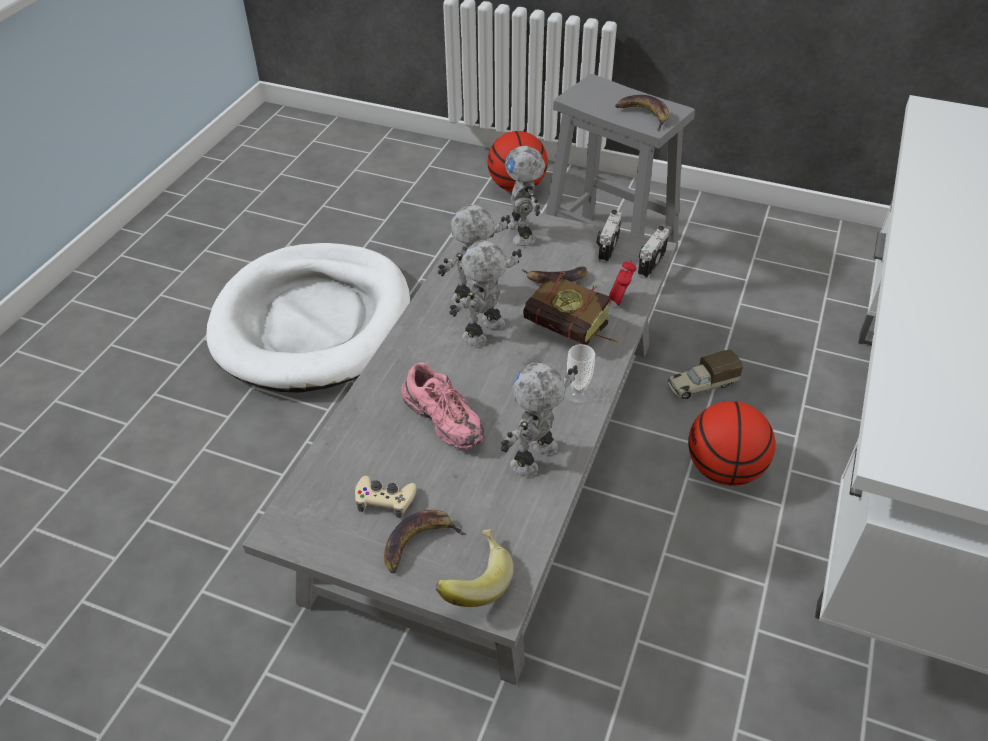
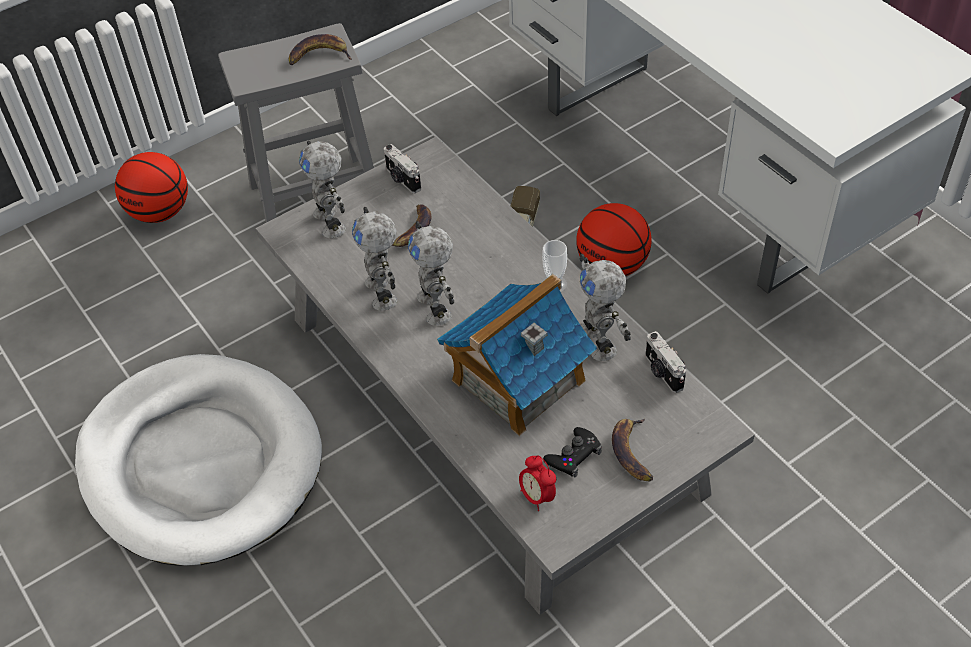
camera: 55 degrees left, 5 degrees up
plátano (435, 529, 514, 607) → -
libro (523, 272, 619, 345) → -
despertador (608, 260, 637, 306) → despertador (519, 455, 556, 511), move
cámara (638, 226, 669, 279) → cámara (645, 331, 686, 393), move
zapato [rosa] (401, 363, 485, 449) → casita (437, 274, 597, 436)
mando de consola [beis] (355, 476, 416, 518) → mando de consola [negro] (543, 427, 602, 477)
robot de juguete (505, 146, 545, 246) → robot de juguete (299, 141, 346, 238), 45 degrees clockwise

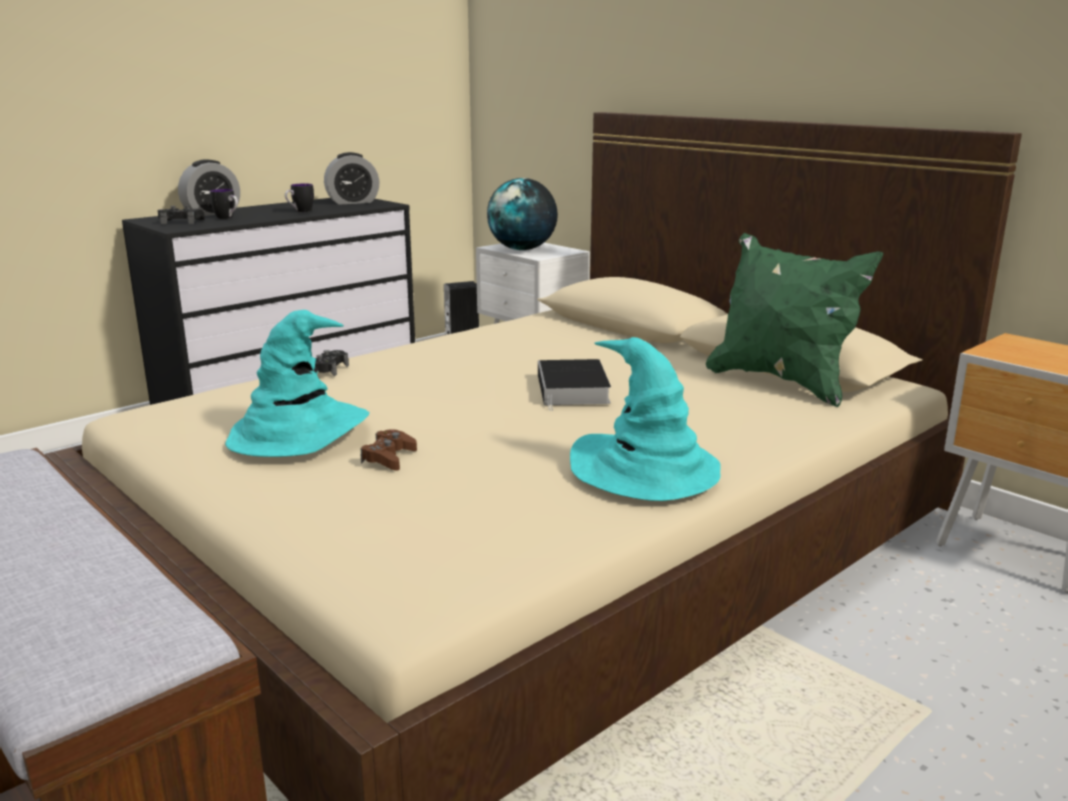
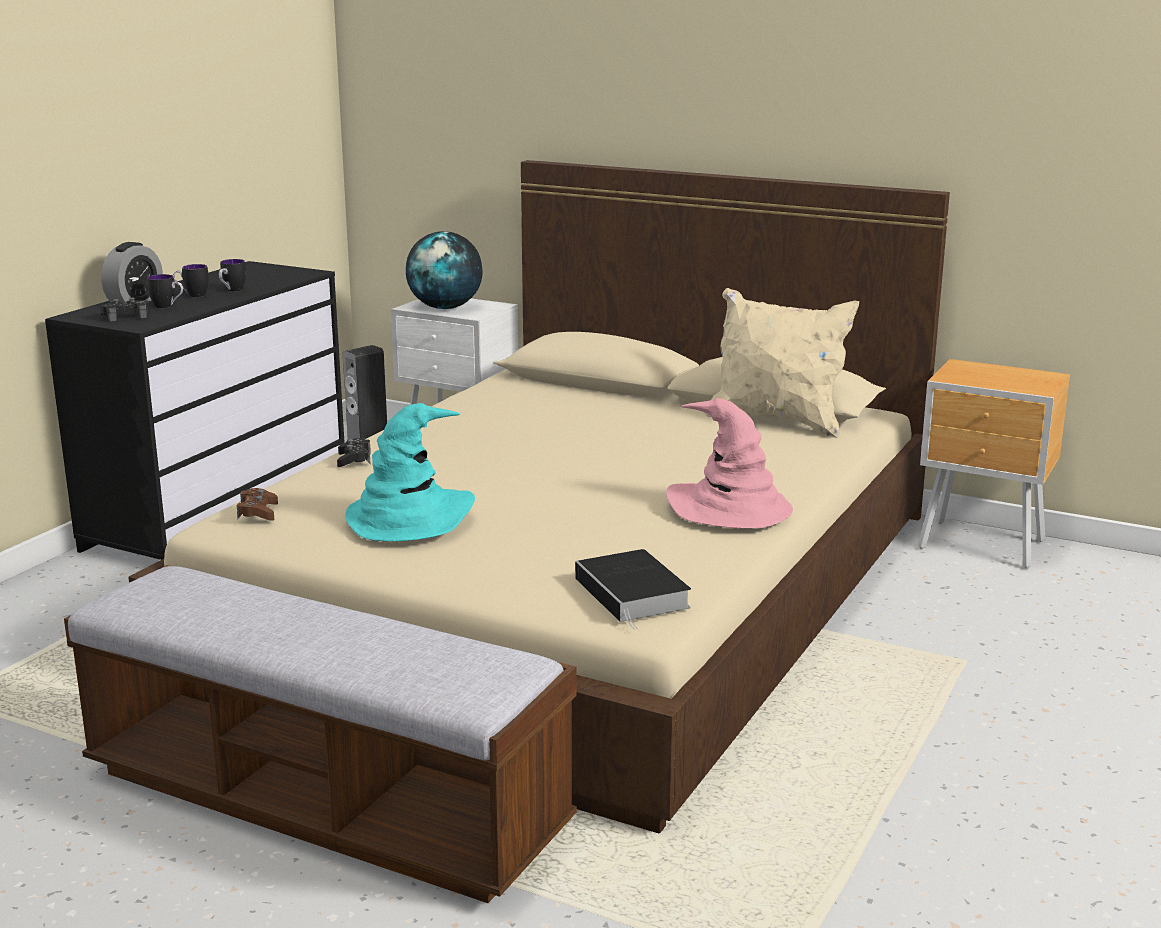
camera: 20 degrees left, 0 degrees up
despertador (324, 152, 379, 205) → -
- → taza grande (173, 264, 209, 297)
mando de consola [marrón] (361, 429, 417, 470) → mando de consola [marrón] (237, 488, 278, 521), move
libro (538, 359, 611, 411) → libro (575, 549, 691, 630), move
sombrero [turquesa] (570, 337, 721, 501) → sombrero [rosa] (666, 398, 793, 529)
cojín [verde] (706, 233, 883, 407) → cojín [beis] (705, 288, 859, 438)

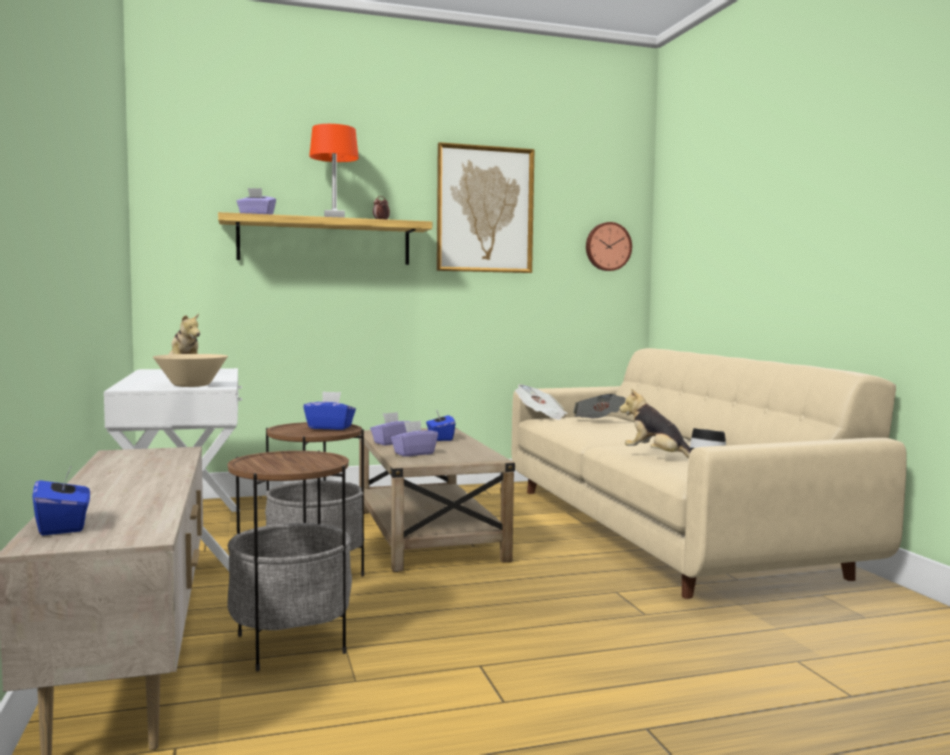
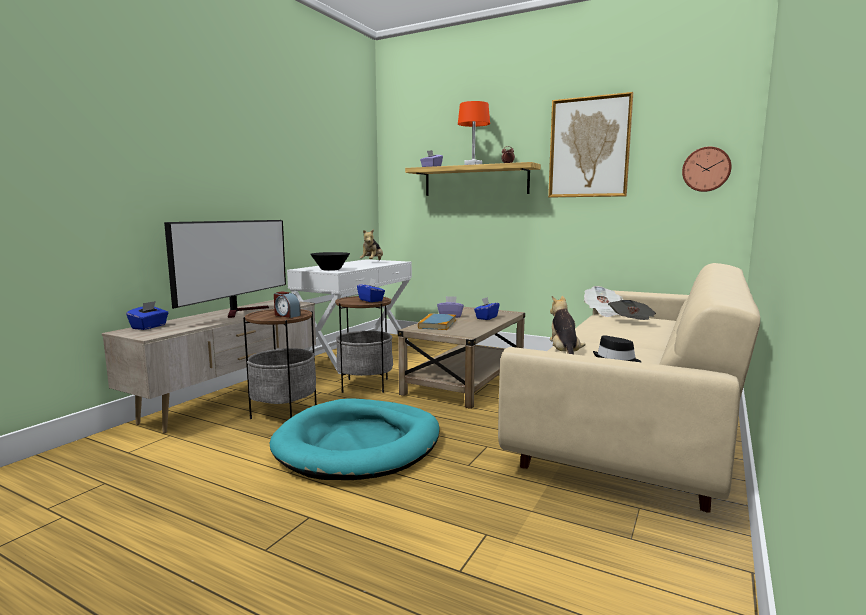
camera: 45 degrees right, 5 degrees up
- → televisor (164, 220, 286, 318)
- → cama para perro [turquesa] (270, 398, 440, 480)
- → despertador (274, 292, 301, 318)
caja de pañuelos [morado] (391, 420, 438, 457) → libro (418, 313, 456, 330)
cuenco [beis] (153, 354, 228, 387) → cuenco [negro] (310, 252, 350, 271)

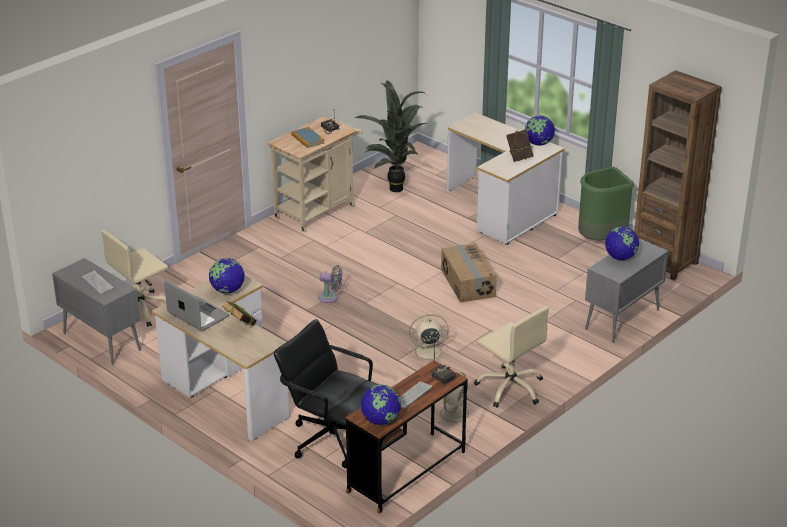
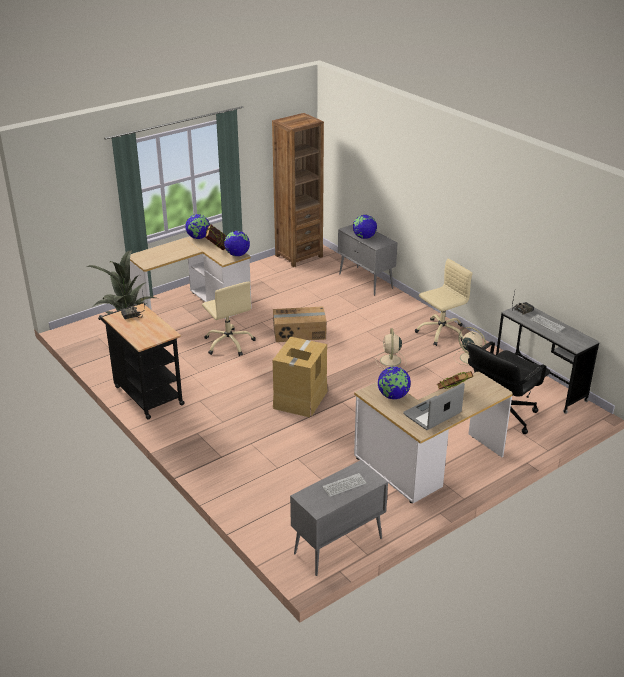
camera: 80 degrees left, 0 degrees up
libro (291, 127, 324, 148) → -
papelera [verde] (578, 167, 634, 241) → -
silla de oficina [beis] (101, 230, 168, 327) → silla de oficina [beis] (202, 281, 256, 356), move
globo terráqueo (360, 385, 401, 425) → globo terráqueo (224, 231, 250, 256), move
ventilador [gris] (318, 265, 343, 303) → caja de cartón (273, 337, 327, 417)
carrito [beis] (267, 116, 362, 232) → carrito [negro] (98, 304, 185, 419)
escritorio [marrón] (346, 360, 468, 514) → escritorio [gris] (496, 302, 599, 414)

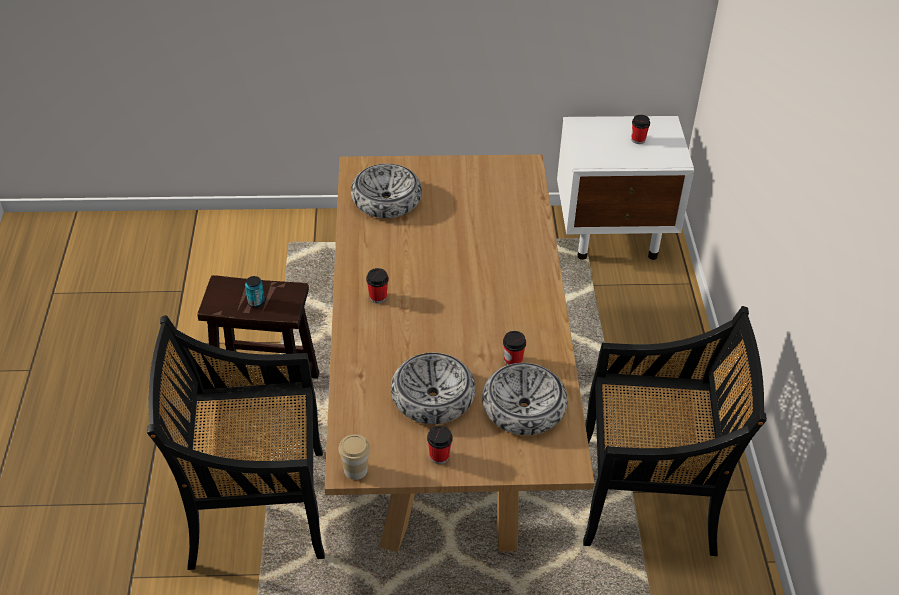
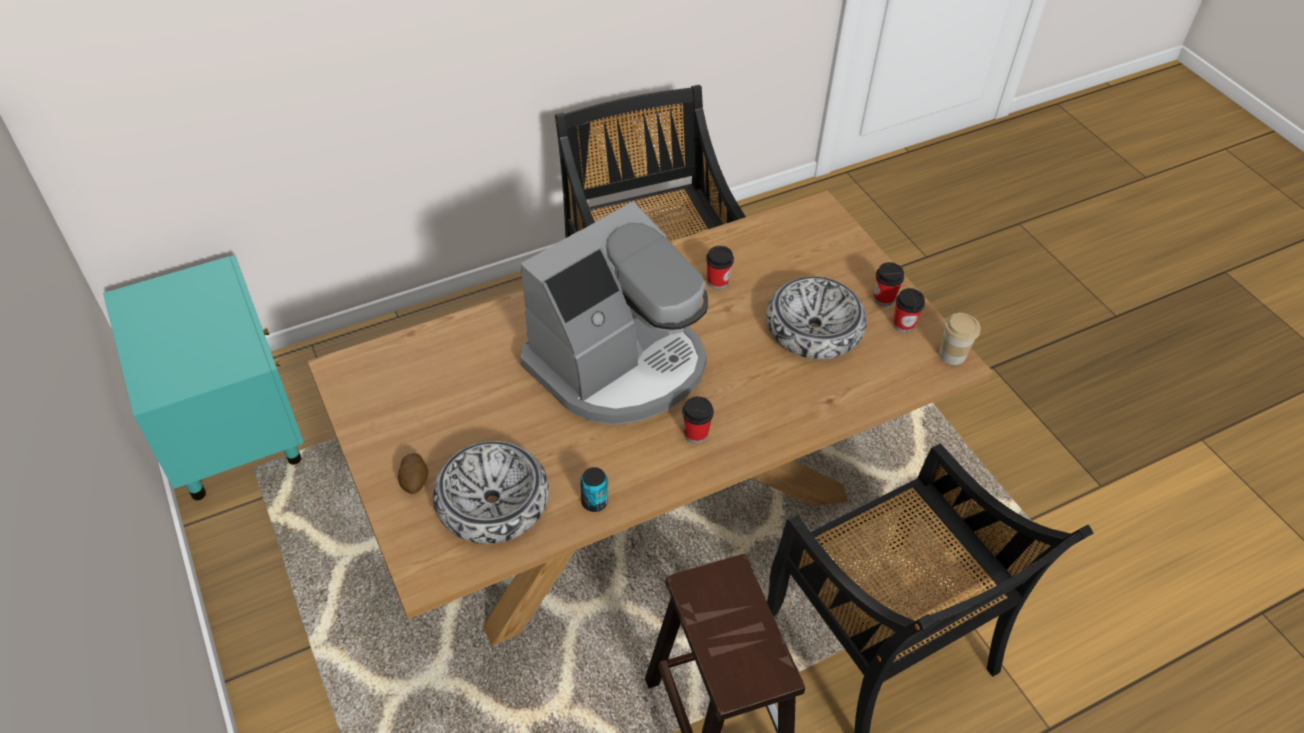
camera: 115 degrees left, 5 degrees up
cuenco (482, 363, 568, 435) → -
- → patata (398, 453, 428, 494)
- → cafetera (520, 201, 708, 425)
lata (245, 276, 265, 308) → lata (580, 467, 608, 512), move
taza (631, 115, 650, 144) → taza (893, 288, 925, 333), move
mesita de noche [blanco] (557, 116, 694, 260) → mesita de noche [turquesa] (103, 255, 304, 500)

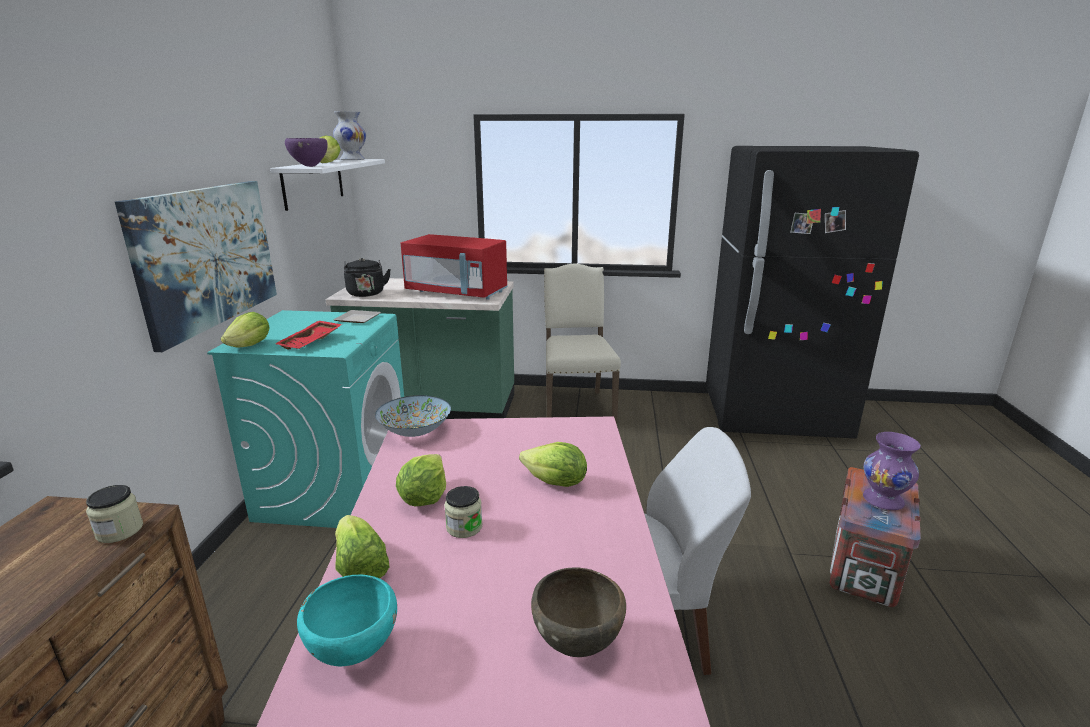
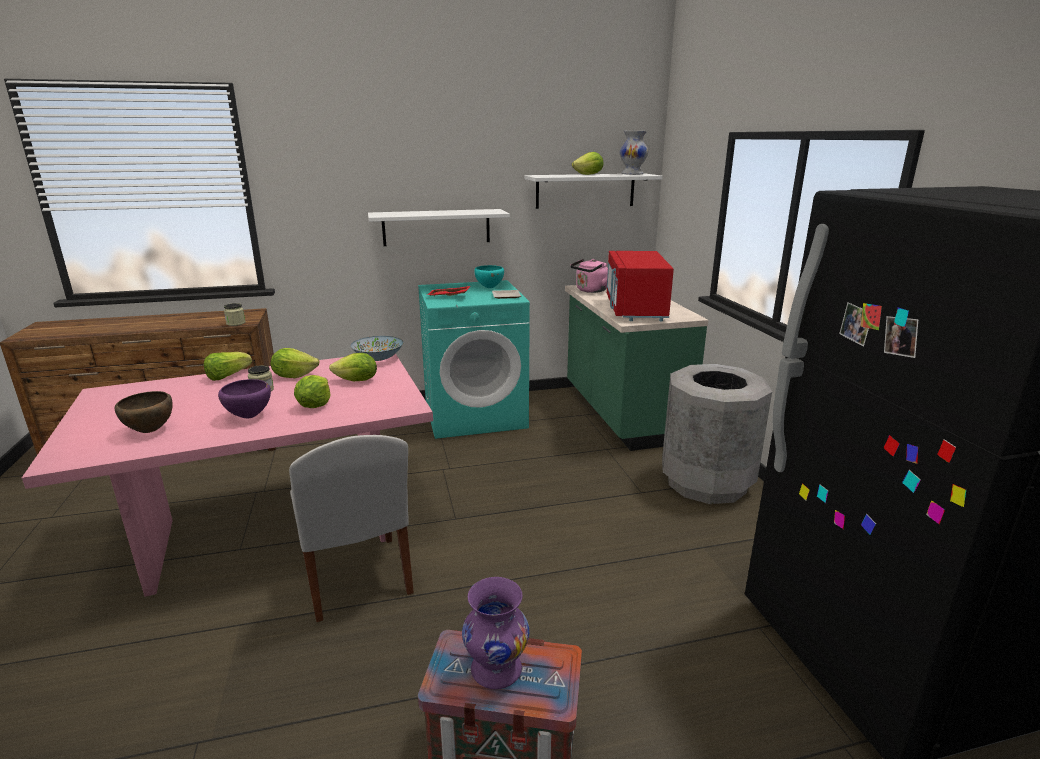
camera: 70 degrees right, 0 degrees up
lechuga (221, 312, 270, 347) → lechuga (329, 353, 377, 381), move
cuenco [morado] (285, 138, 328, 167) → cuenco [morado] (218, 379, 271, 419), move
cuenco [turquesa] (297, 575, 397, 666) → cuenco [turquesa] (474, 265, 504, 288), move
cuadro (115, 181, 277, 352) → estante [blanco] (368, 209, 510, 246)
silla [beis] (544, 264, 621, 424) → papelera [gris] (662, 364, 772, 504)
hervidor [negro] (344, 258, 391, 297) → hervidor [rosa] (570, 259, 608, 293)

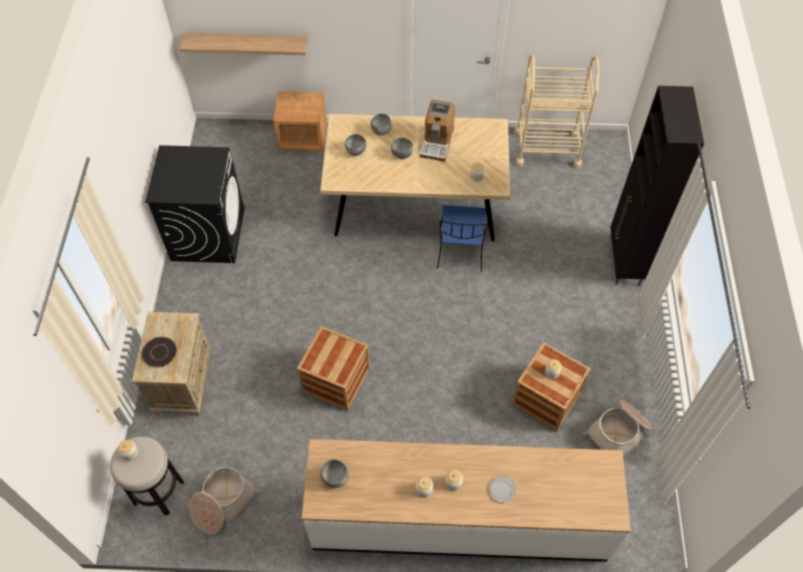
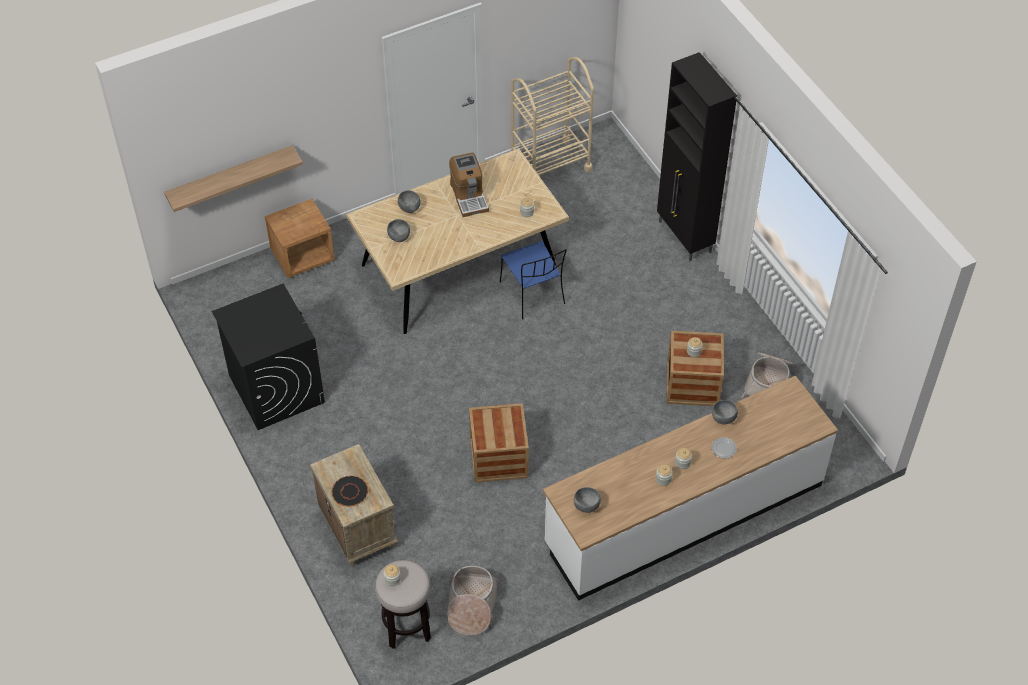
camera: 30 degrees left, 5 degrees down
cuenco [gris] (391, 138, 413, 159) → cuenco [gris] (712, 400, 738, 424), move

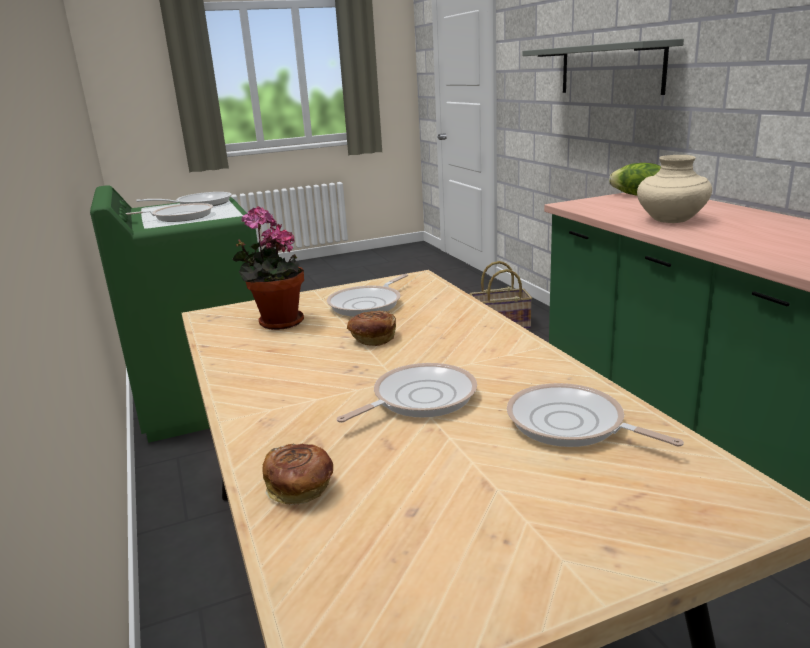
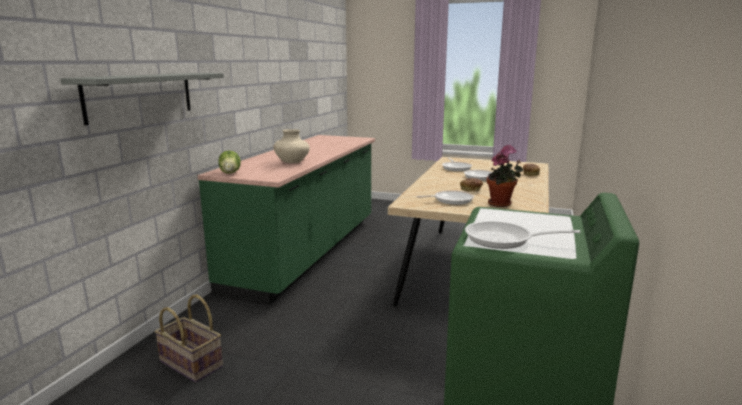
camera: 140 degrees left, 5 degrees down
sartén (126, 203, 213, 222) → -

